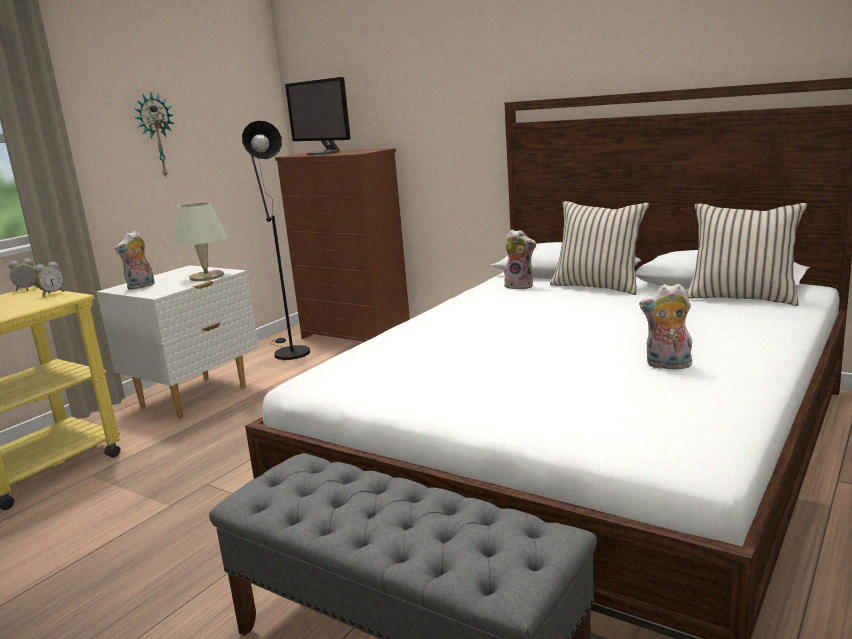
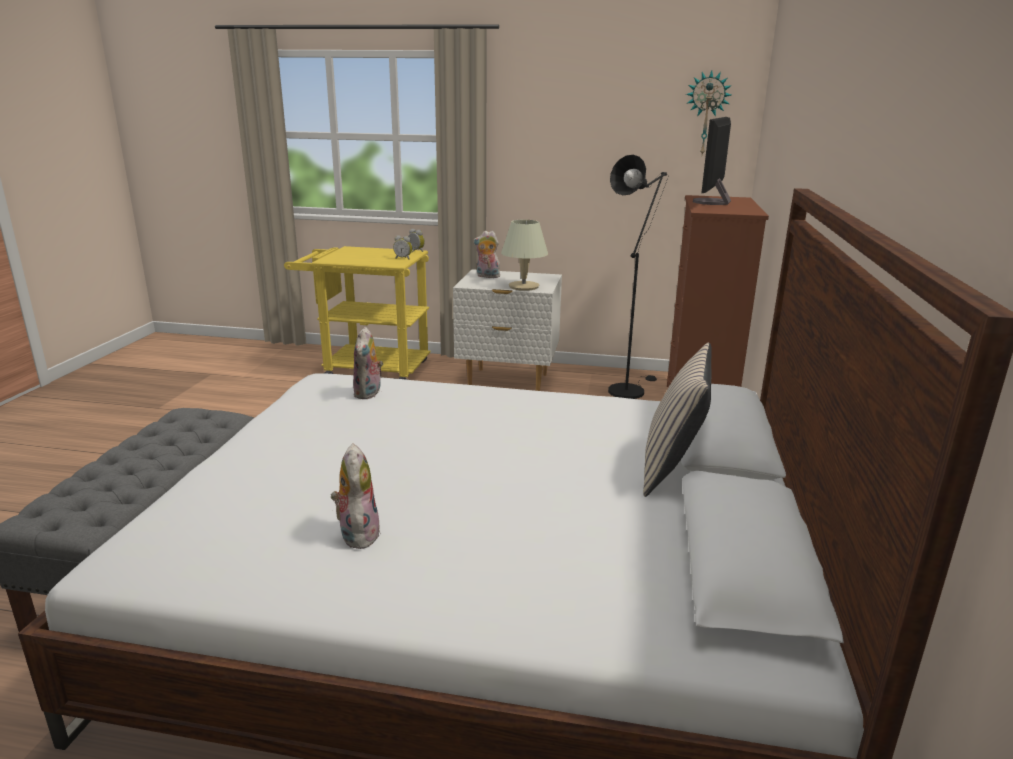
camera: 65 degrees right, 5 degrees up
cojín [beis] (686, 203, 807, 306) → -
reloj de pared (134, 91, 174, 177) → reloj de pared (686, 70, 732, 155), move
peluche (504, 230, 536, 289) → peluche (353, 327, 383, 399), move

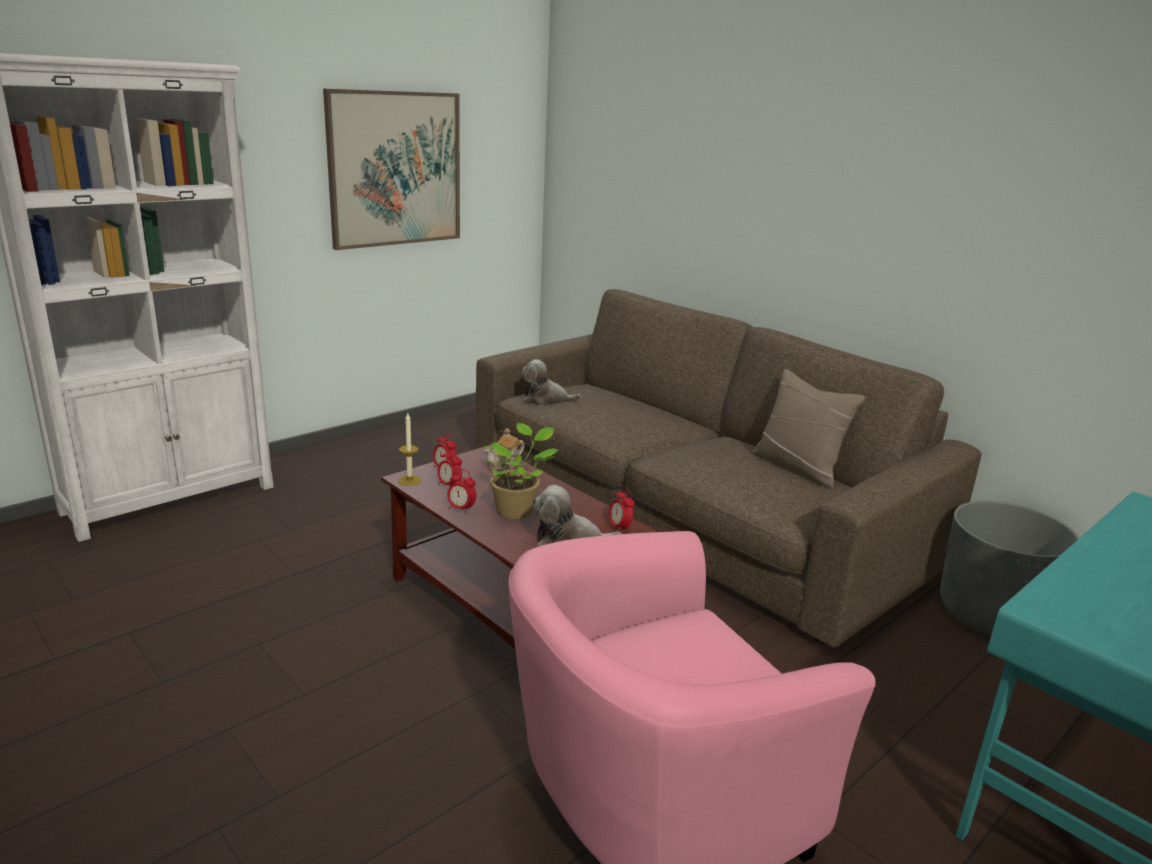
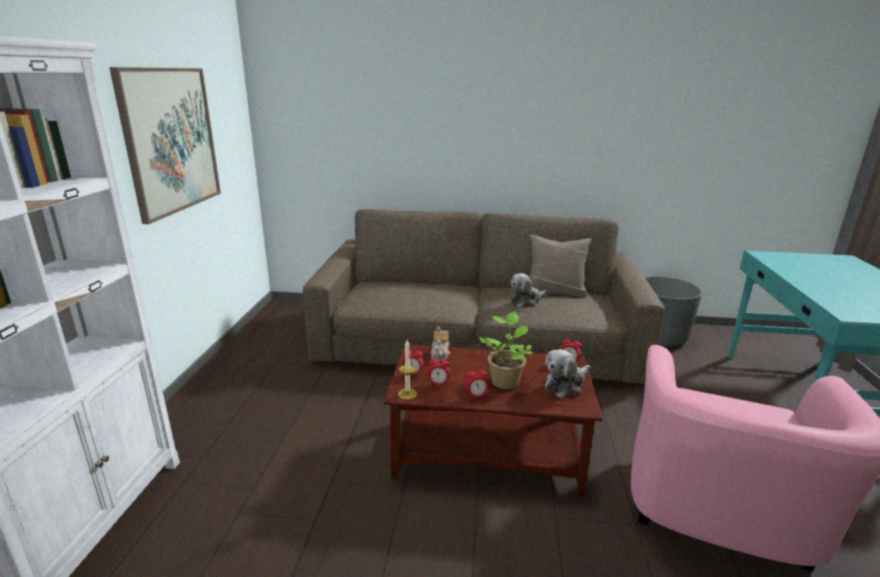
camera: 40 degrees left, 0 degrees up
peluche (521, 359, 582, 406) → peluche (511, 273, 547, 308), move

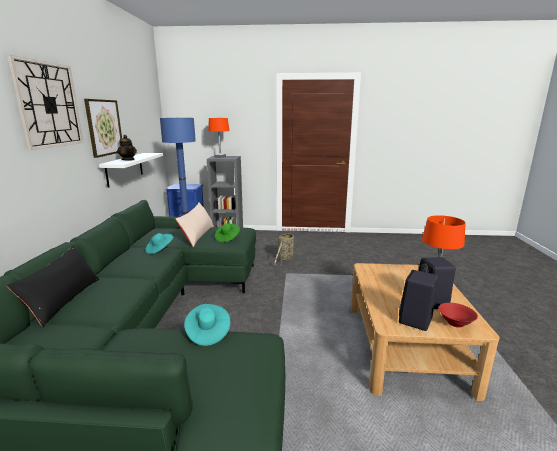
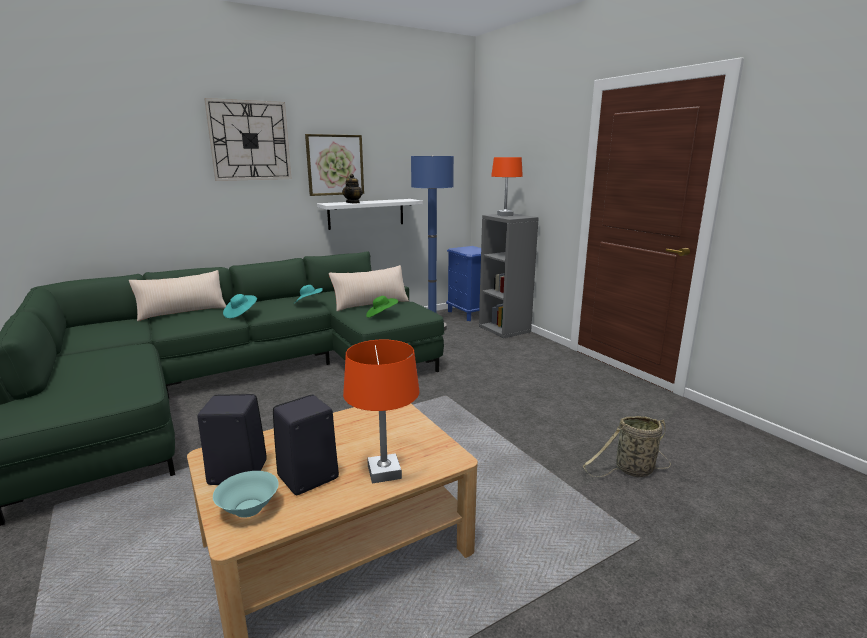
camera: 55 degrees right, 0 degrees up
sombrero [turquesa] (184, 304, 230, 346) → sombrero [turquesa] (223, 294, 257, 318), move
cesta (274, 233, 294, 266) → cesta (583, 416, 671, 477), move
cojín [negro] (6, 246, 99, 328) → cojín [beis] (129, 270, 226, 321)
cuenco [rojo] (438, 303, 478, 328) → cuenco [turquesa] (213, 471, 279, 518)

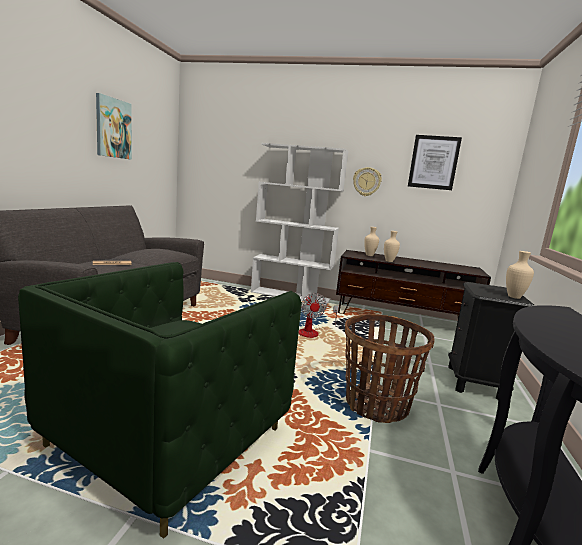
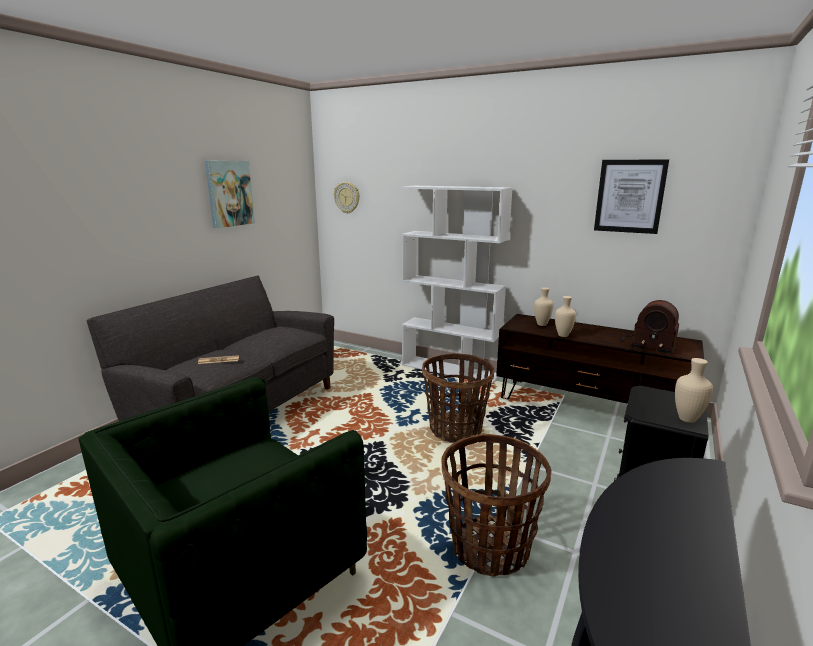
camera: 15 degrees right, 5 degrees up
- → radio (621, 300, 679, 354)
reloj de pared (353, 167, 382, 196) → reloj de pared (334, 182, 359, 214), move
ventilador (299, 293, 339, 338) → cesta (422, 354, 494, 443)

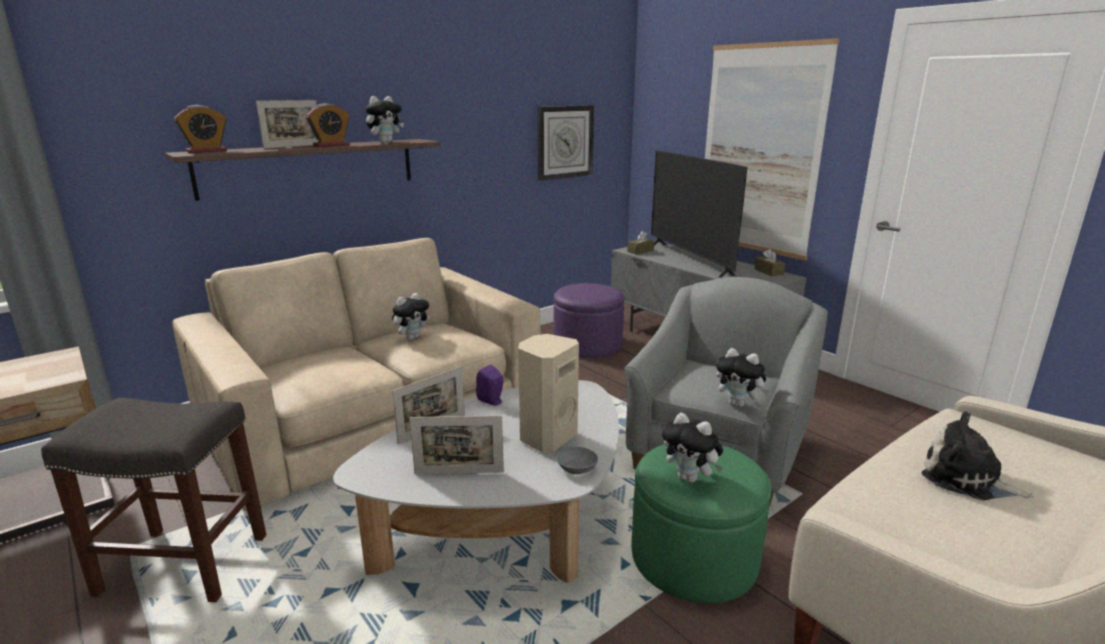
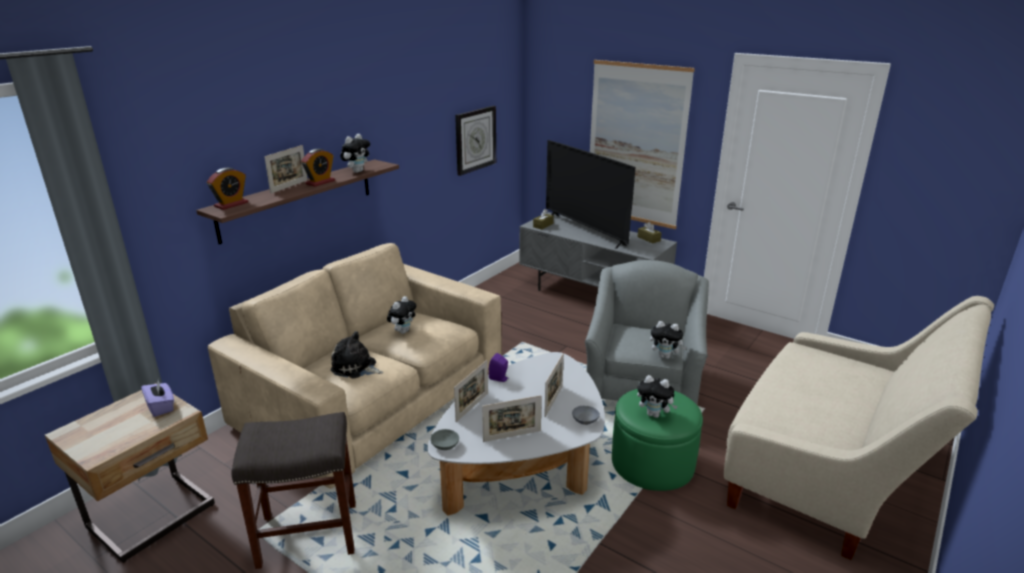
camera: 15 degrees left, 5 degrees up
puf [morado] (553, 283, 624, 358) → -
- → caja de pañuelos [morado] (141, 380, 174, 417)
- → cuenco [gris] (430, 429, 459, 450)
peluche (922, 412, 1034, 501) → peluche (331, 331, 383, 378), move
altavoz [beis] (518, 334, 579, 453) → portarretratos (544, 354, 564, 417)

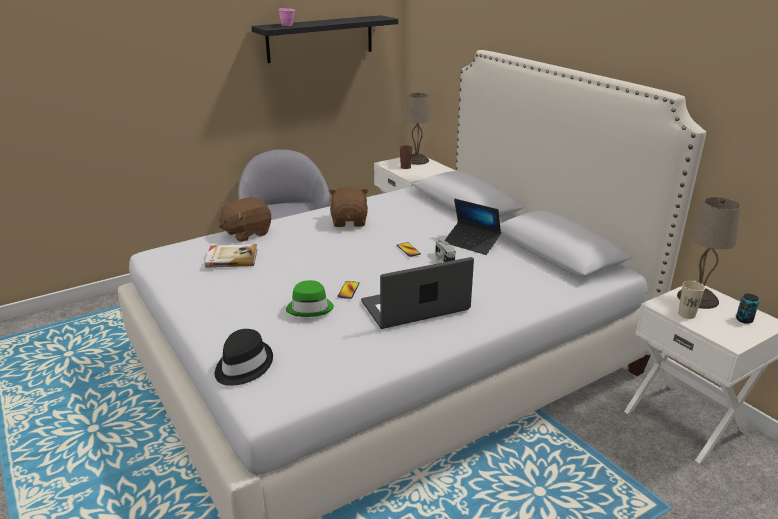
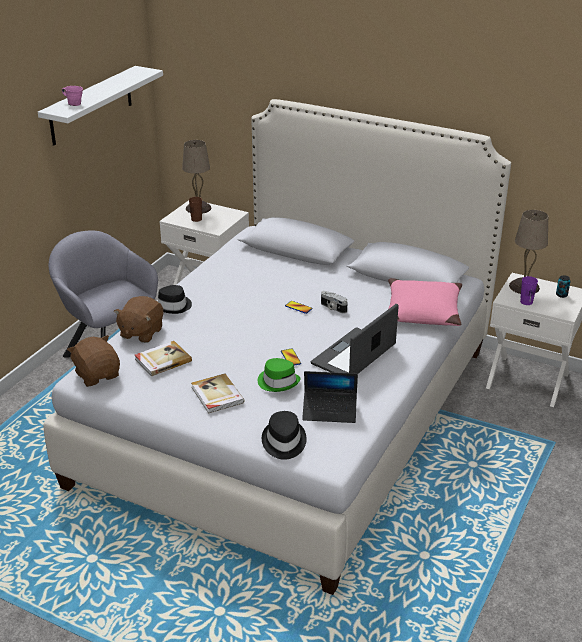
camera: 30 degrees left, 5 degrees up
- → sombrero [negro] (158, 285, 192, 314)
- → libro (191, 374, 244, 413)
- → cojín [rosa] (388, 278, 462, 326)
peluche [marrón] (329, 186, 369, 227) → peluche [marrón] (67, 335, 120, 387), move
portátil (444, 199, 501, 255) → portátil (302, 371, 358, 423), move
estante [negro] (251, 15, 398, 63) → estante [blanco] (38, 66, 163, 146)
taza [beis] (678, 281, 705, 319) → taza [morado] (520, 276, 538, 305)

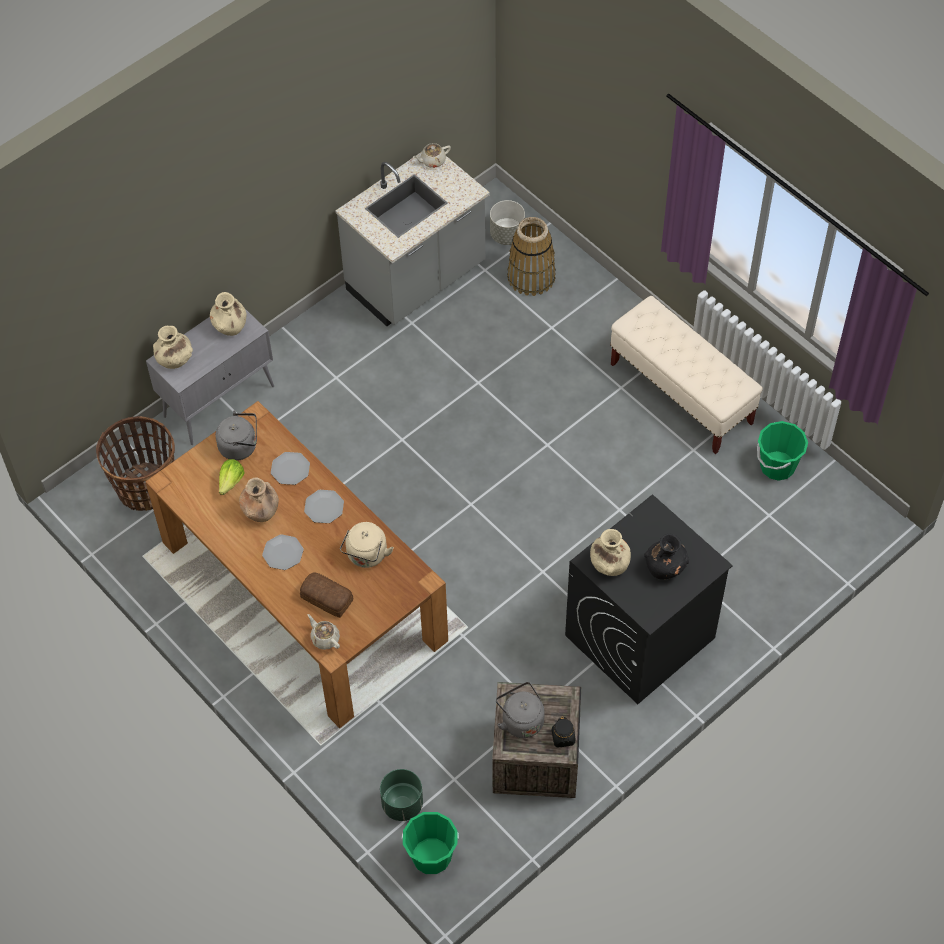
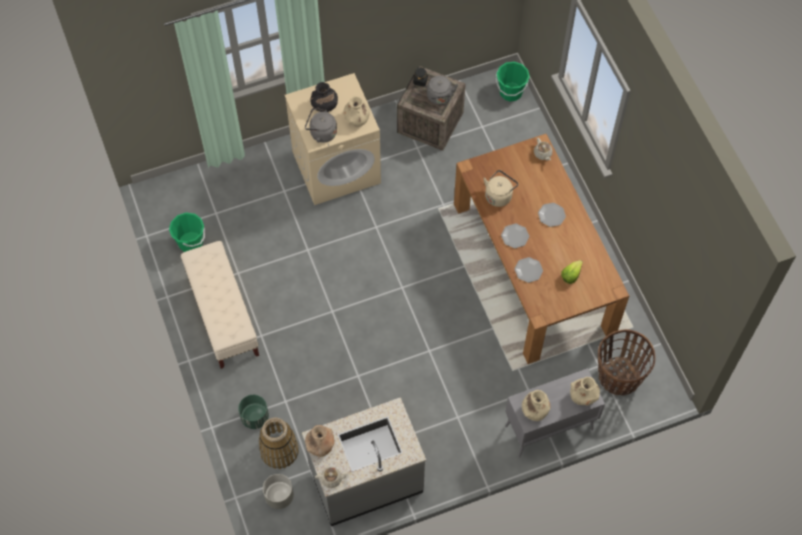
camera: 160 degrees left, 5 degrees up
pan (300, 572, 353, 618) → -
hervidor [gris] (215, 410, 257, 461) → hervidor [gris] (305, 108, 337, 143), move
florero [marrón] (239, 478, 279, 522) → florero [marrón] (305, 425, 335, 457), move
maceta [verde] (380, 769, 423, 821) → maceta [verde] (238, 395, 269, 429), move
lavadora [negro] (565, 495, 733, 704) → lavadora [beis] (285, 73, 381, 205)

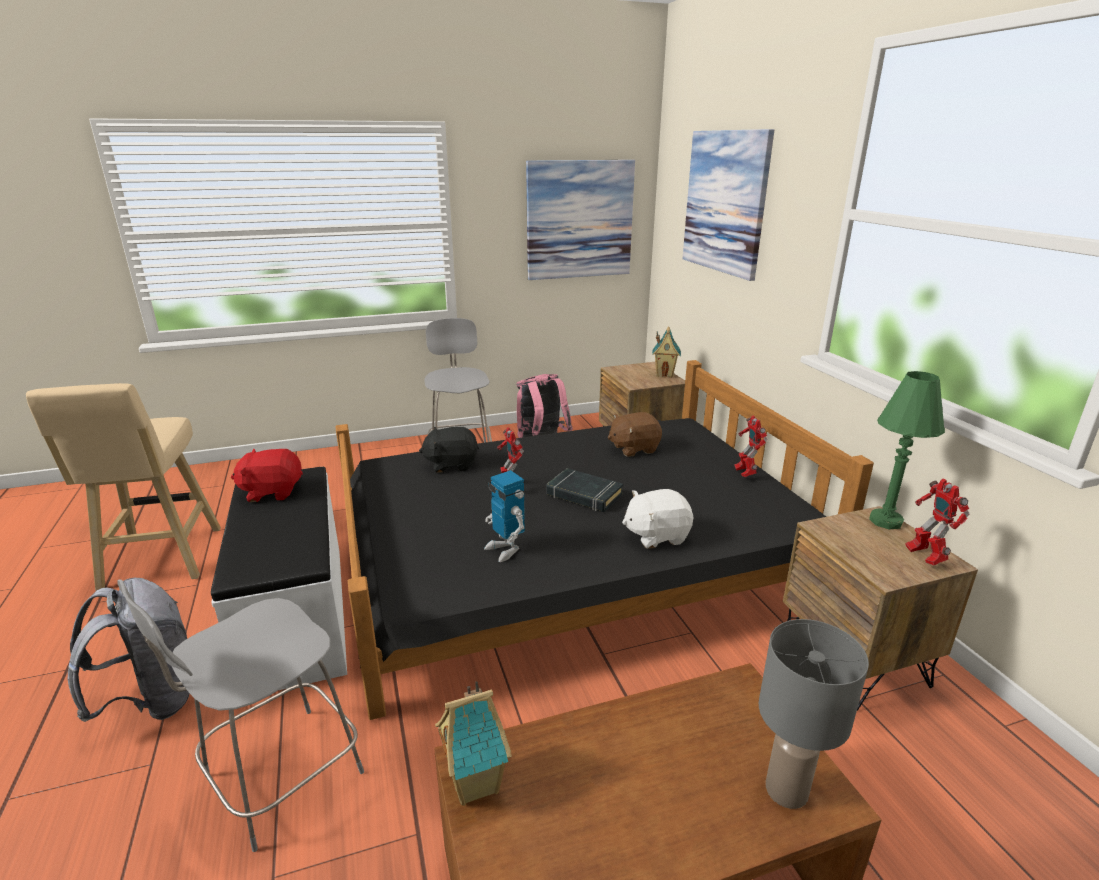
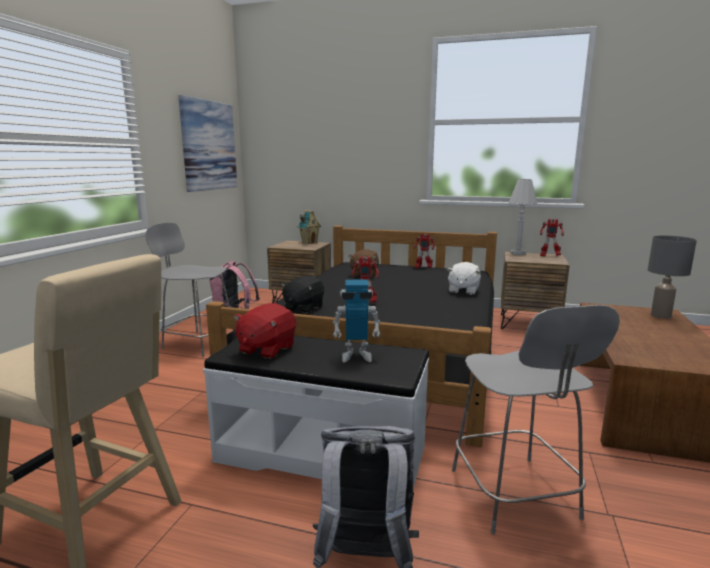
camera: 55 degrees left, 10 degrees down
casita (435, 681, 512, 806) → -
libro [negro] (546, 468, 623, 512) → -
cuadro (683, 129, 774, 281) → -
robot de juguete (484, 470, 525, 562) → robot de juguete (333, 280, 381, 363), move
lámpara de mesa [verde] (869, 371, 945, 529) → lámpara de mesa [blanco] (509, 179, 537, 255)

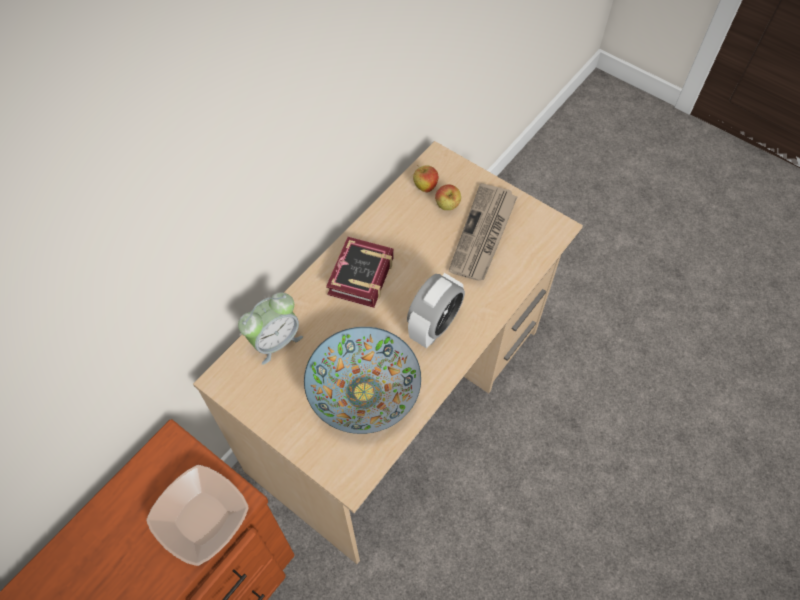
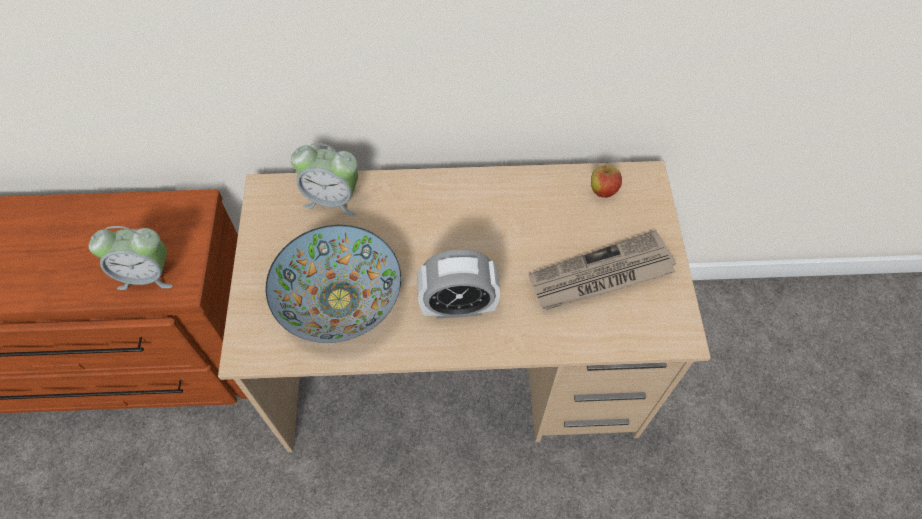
camera: 50 degrees right, 0 degrees up
libro (326, 237, 394, 308) → -
manzana (435, 185, 461, 210) → -
cuenco (146, 465, 249, 566) → despertador (88, 226, 173, 290)

